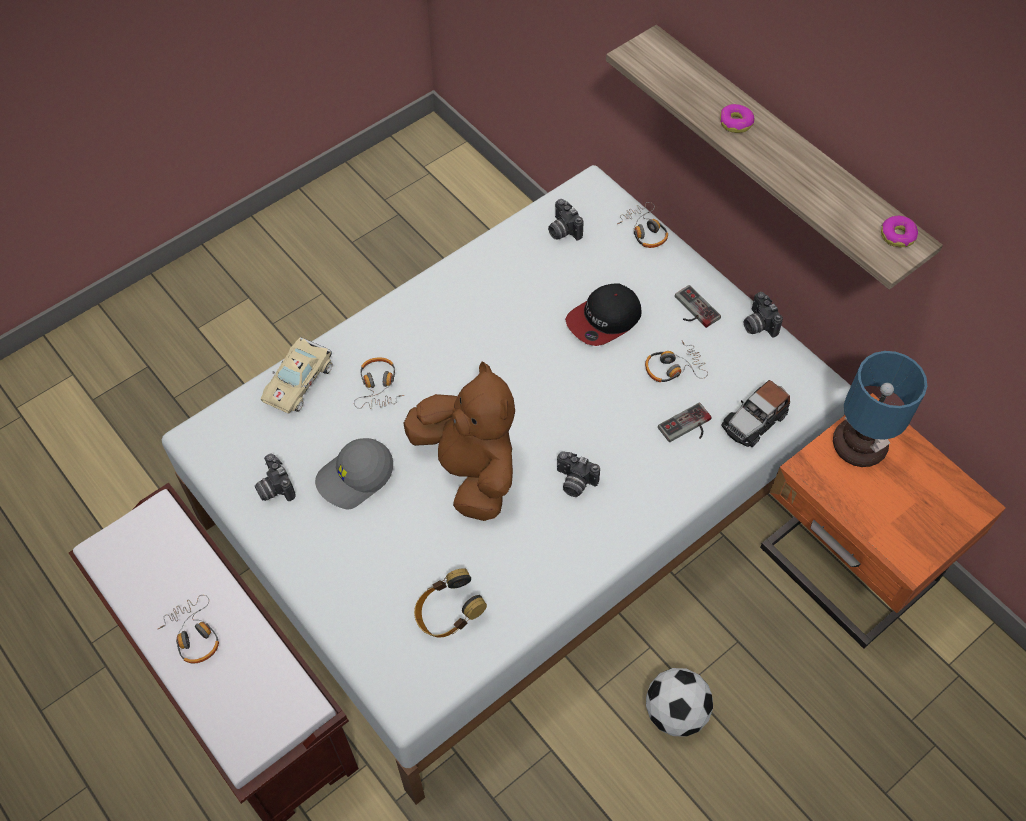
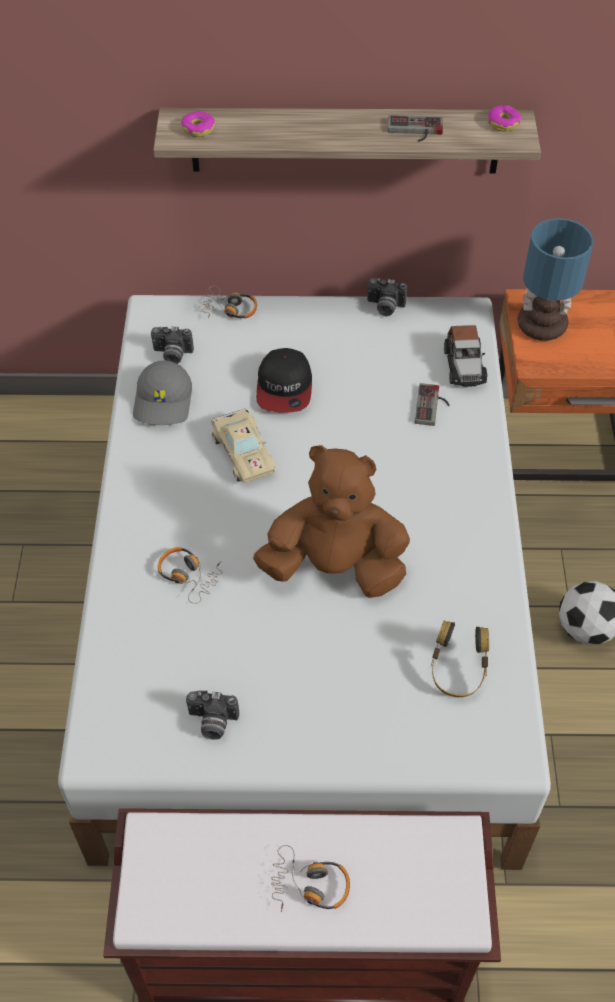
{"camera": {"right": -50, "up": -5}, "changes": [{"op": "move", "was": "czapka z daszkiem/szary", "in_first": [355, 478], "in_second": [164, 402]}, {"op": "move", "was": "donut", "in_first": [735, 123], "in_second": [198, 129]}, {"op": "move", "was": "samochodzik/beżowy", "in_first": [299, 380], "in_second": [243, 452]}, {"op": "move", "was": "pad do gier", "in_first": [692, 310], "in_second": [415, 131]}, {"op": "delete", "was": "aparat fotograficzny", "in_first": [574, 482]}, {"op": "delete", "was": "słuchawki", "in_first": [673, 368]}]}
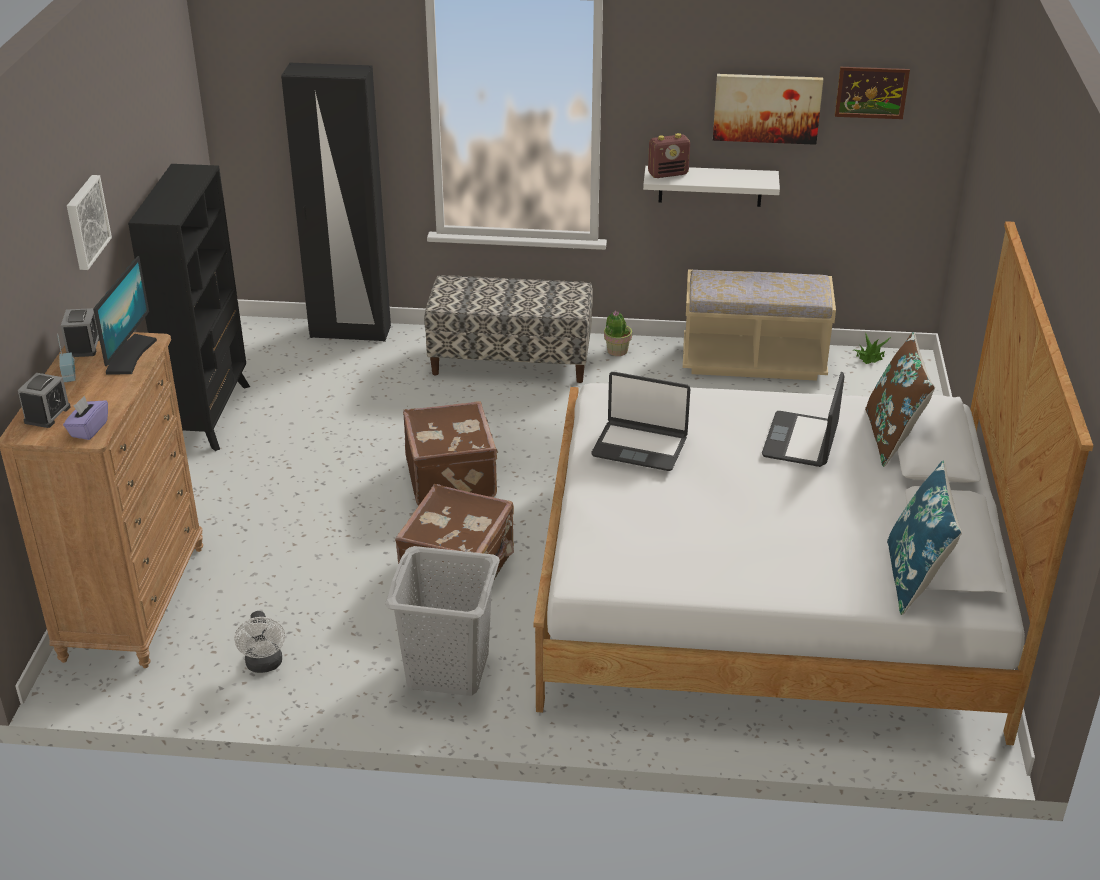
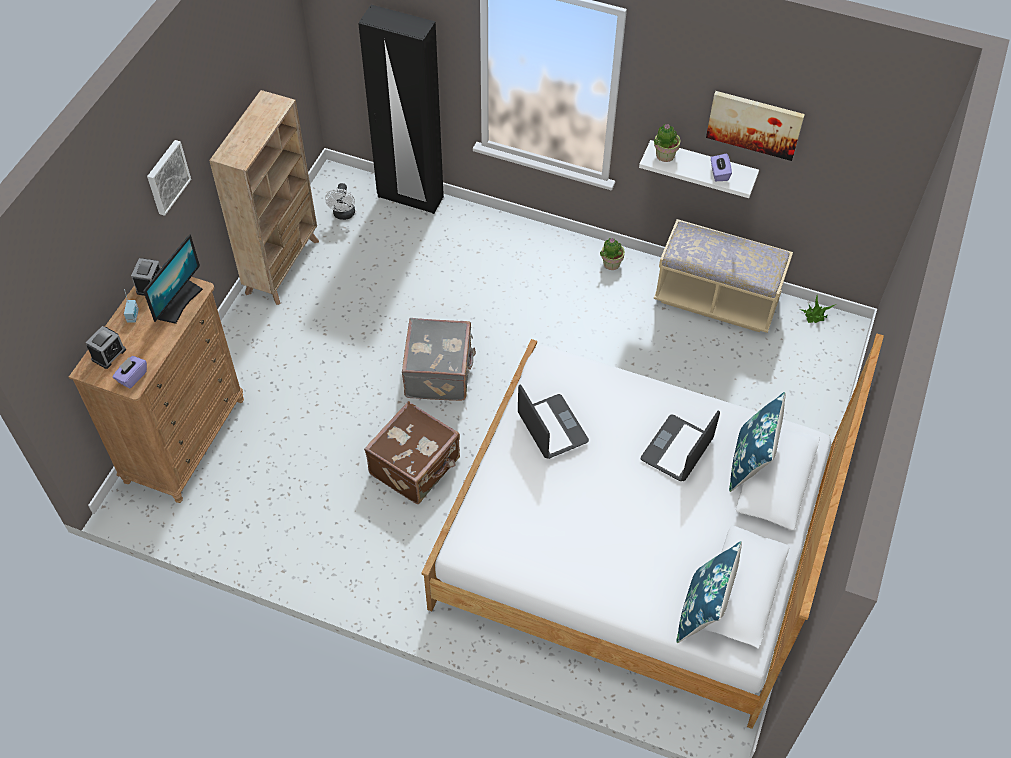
{"camera": {"right": 15, "up": 20}, "changes": [{"op": "recolor", "was": "regał/czarny", "now": "regał/beżowy", "in_first": [211, 415], "in_second": [283, 266]}, {"op": "move", "was": "wentylator/biały", "in_first": [264, 665], "in_second": [343, 215]}, {"op": "recolor", "was": "walizka/brązowy", "now": "walizka/szary", "in_first": [452, 478], "in_second": [440, 373]}, {"op": "rotate", "was": "laptop", "in_first": [639, 446], "in_second": [551, 428], "clockwise": -150}, {"op": "replace", "was": "radio", "now": "roślina doniczkowa", "in_first": [668, 174], "in_second": [664, 155]}, {"op": "insert", "now": "pudełko chusteczek/fioletowy", "in_second": [719, 173]}, {"op": "recolor", "was": "poduszka/brązowy", "now": "poduszka/niebieski", "in_first": [892, 437], "in_second": [750, 461]}, {"op": "delete", "was": "kosz na pranie/szary", "in_first": [448, 670]}, {"op": "delete", "was": "ławka", "in_first": [511, 361]}, {"op": "delete", "was": "obraz", "in_first": [871, 92]}]}
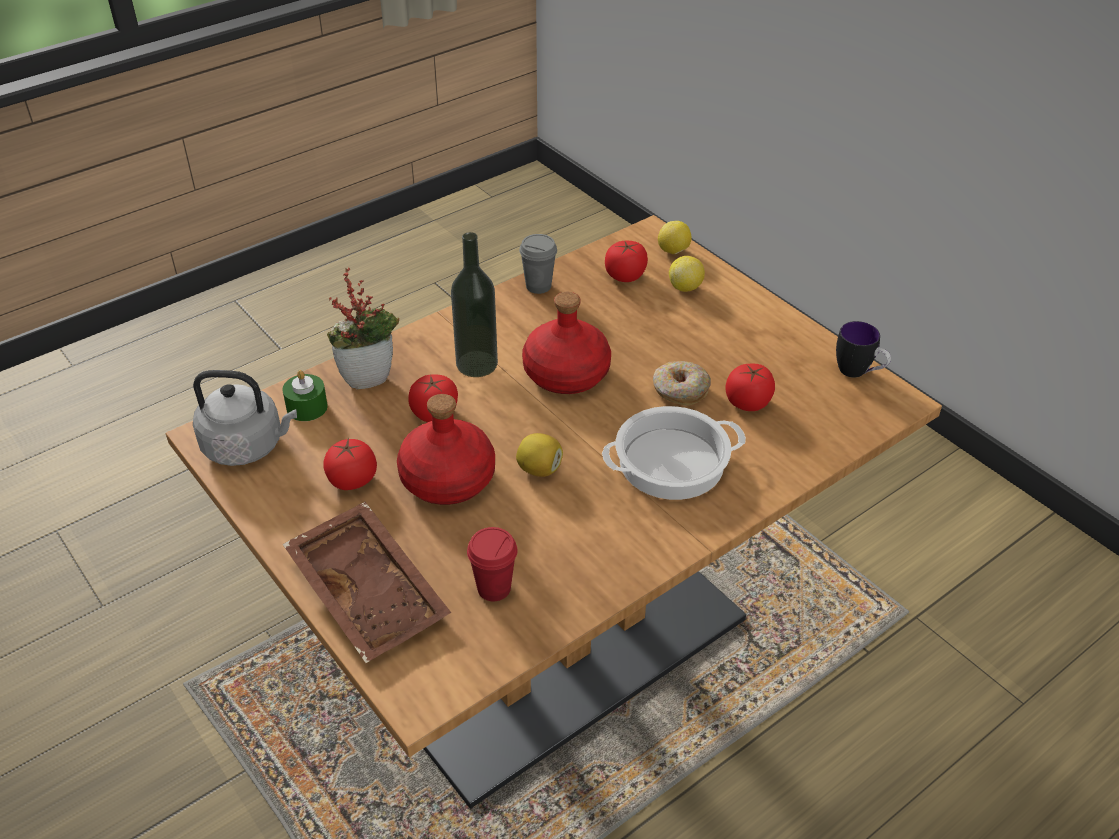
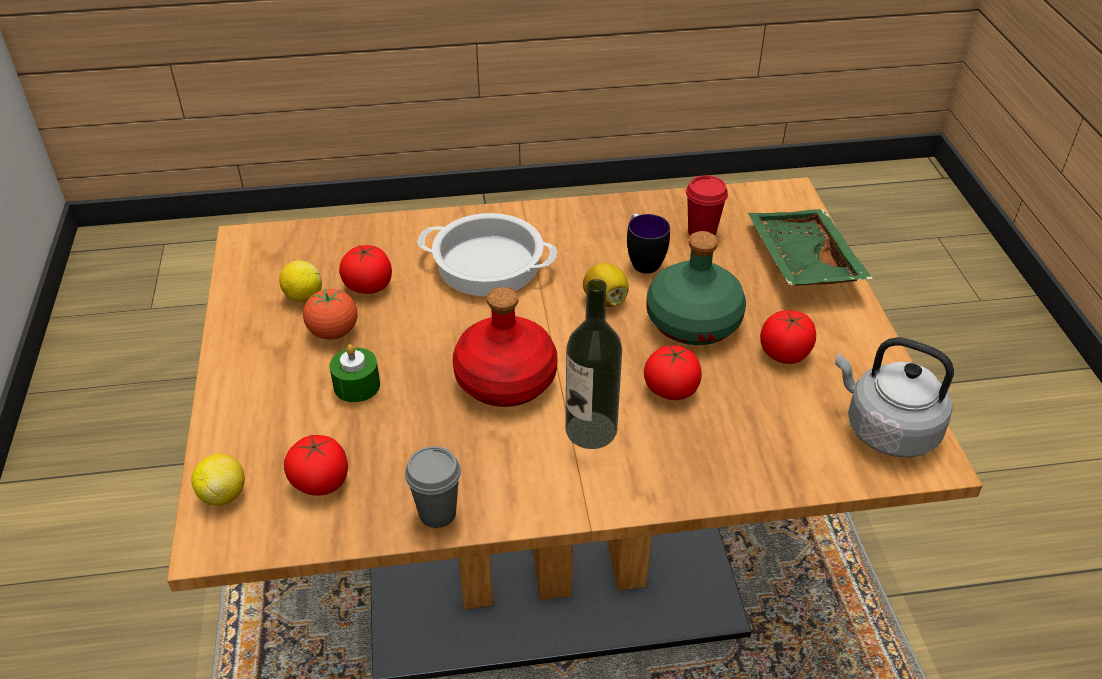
{"camera": {"right": -150, "up": 0}, "changes": [{"op": "move", "was": "cytryna", "in_first": [685, 287], "in_second": [303, 296]}, {"op": "insert", "now": "pomidor", "in_second": [333, 332]}, {"op": "move", "was": "świeca/zielony", "in_first": [307, 407], "in_second": [357, 385]}, {"op": "move", "was": "kubek", "in_first": [858, 373], "in_second": [642, 260]}, {"op": "recolor", "was": "butelka/czerwony", "now": "butelka/zielony", "in_first": [446, 479], "in_second": [694, 322]}, {"op": "recolor", "was": "taca/brązowy", "now": "taca/zielony", "in_first": [371, 592], "in_second": [800, 262]}, {"op": "delete", "was": "roślina doniczkowa", "in_first": [369, 377]}, {"op": "delete", "was": "donut", "in_first": [680, 390]}]}
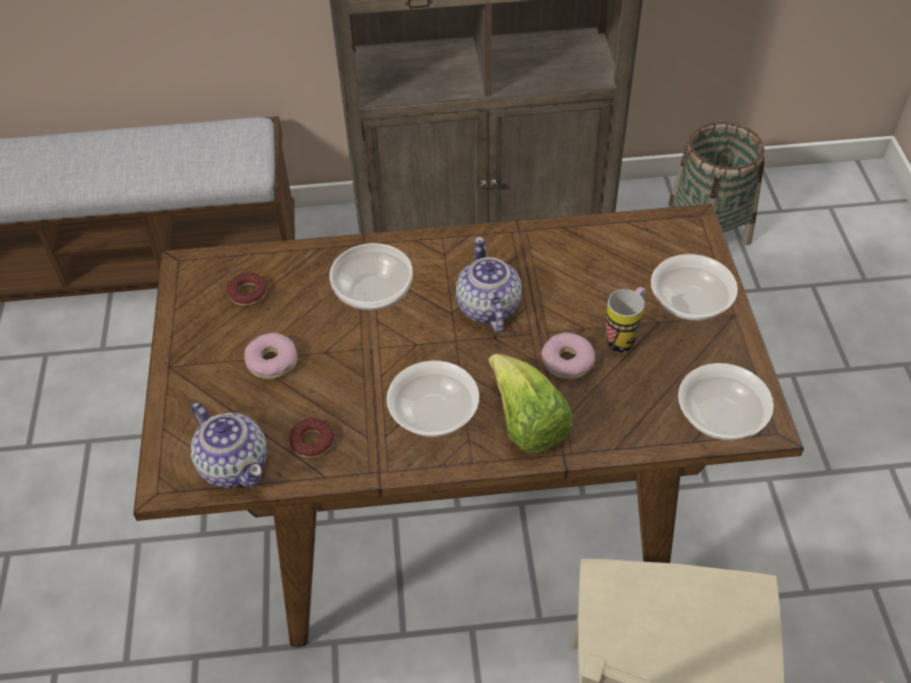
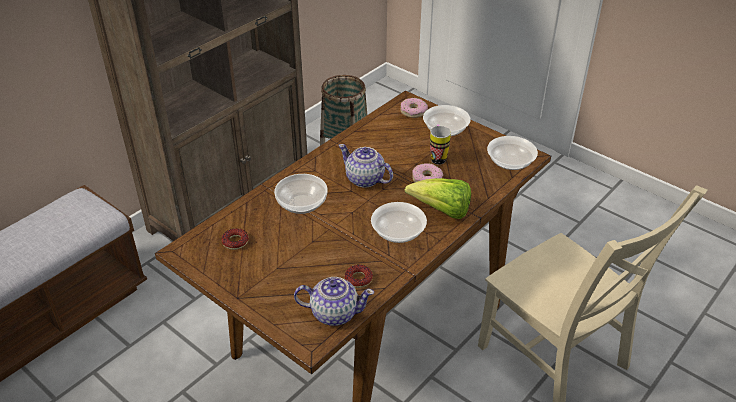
{"camera": {"right": -45, "up": -10}, "changes": [{"op": "move", "was": "donut", "in_first": [272, 361], "in_second": [413, 111]}]}
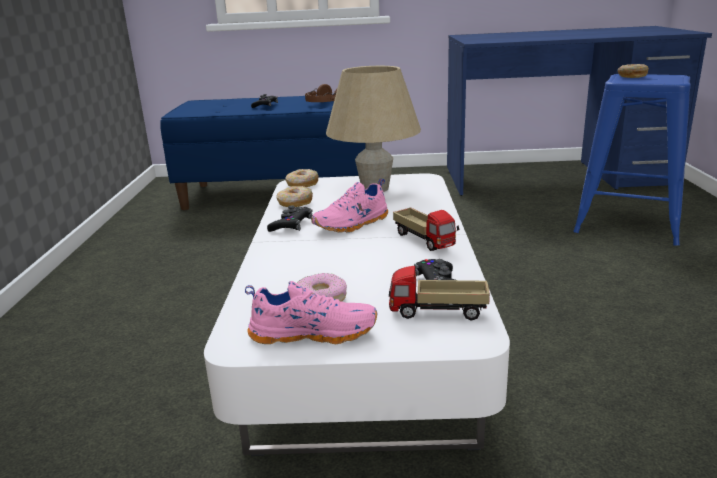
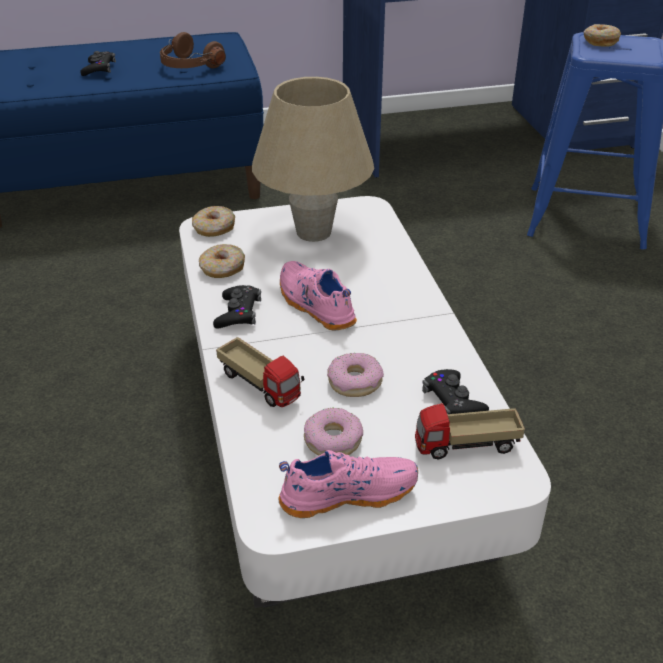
{"camera": {"right": -15, "up": 15}, "changes": [{"op": "move", "was": "ciężarówka zabawkowa", "in_first": [425, 240], "in_second": [261, 385]}, {"op": "rotate", "was": "but/różowy", "in_first": [352, 224], "in_second": [314, 306], "clockwise": 105}, {"op": "insert", "now": "donut", "in_second": [355, 382]}]}
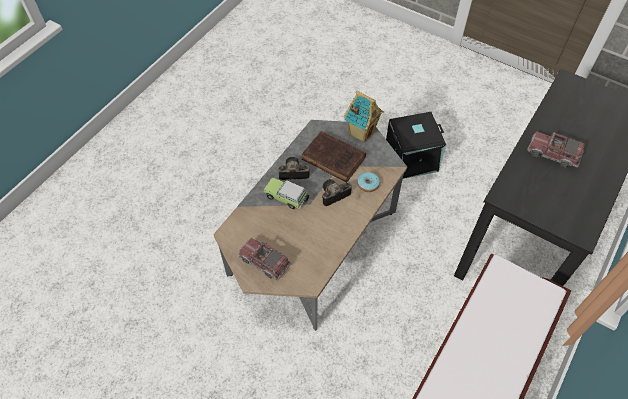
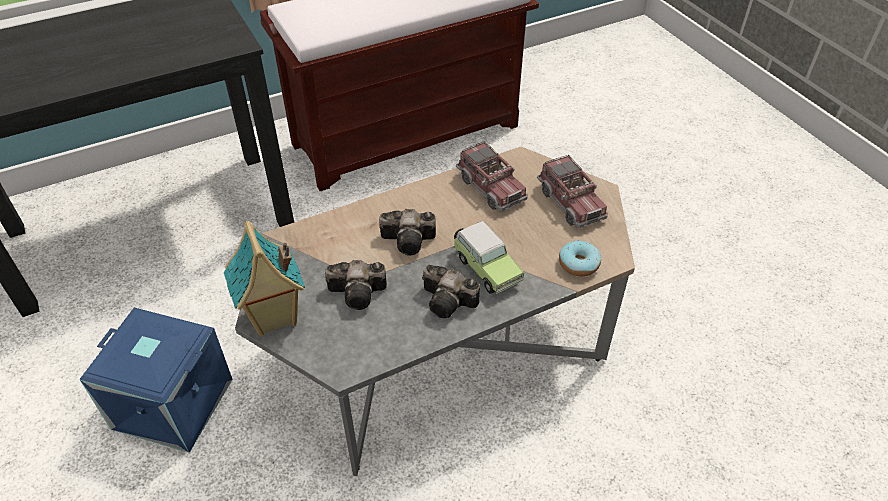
{"camera": {"right": -150, "up": -10}, "changes": [{"op": "recolor", "was": "pojemnik do przechowywania/czarny", "now": "pojemnik do przechowywania/niebieski", "in_first": [411, 158], "in_second": [171, 405]}, {"op": "replace", "was": "książka/brązowy", "now": "aparat fotograficzny", "in_first": [335, 159], "in_second": [360, 293]}, {"op": "move", "was": "ciężarówka zabawkowa", "in_first": [553, 154], "in_second": [491, 187]}, {"op": "move", "was": "donut", "in_first": [368, 184], "in_second": [578, 264]}]}
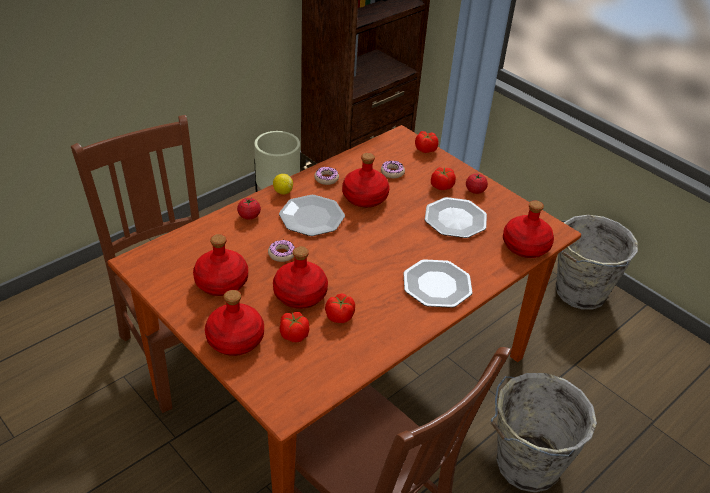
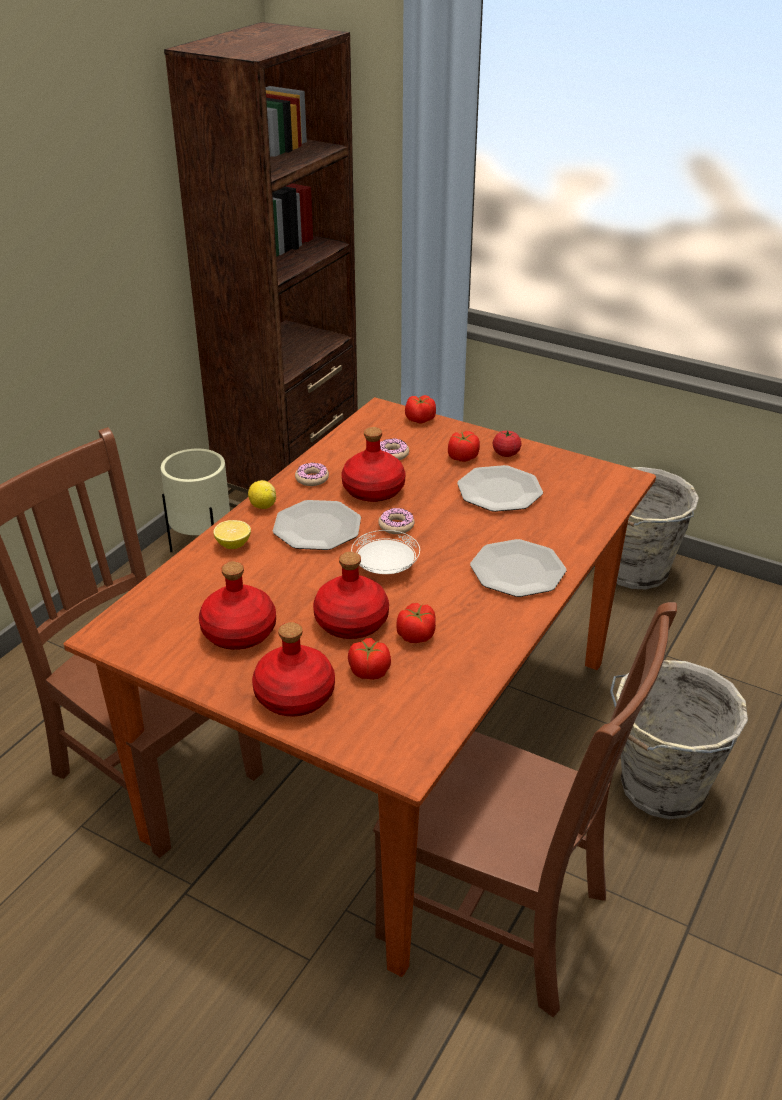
{"camera": {"right": -15, "up": -5}, "changes": [{"op": "replace", "was": "pomidor", "now": "cytryna", "in_first": [249, 216], "in_second": [233, 544]}, {"op": "insert", "now": "talerz/biały", "in_second": [386, 568]}, {"op": "move", "was": "donut", "in_first": [281, 254], "in_second": [396, 526]}, {"op": "delete", "was": "butelka/czerwony", "in_first": [526, 246]}]}
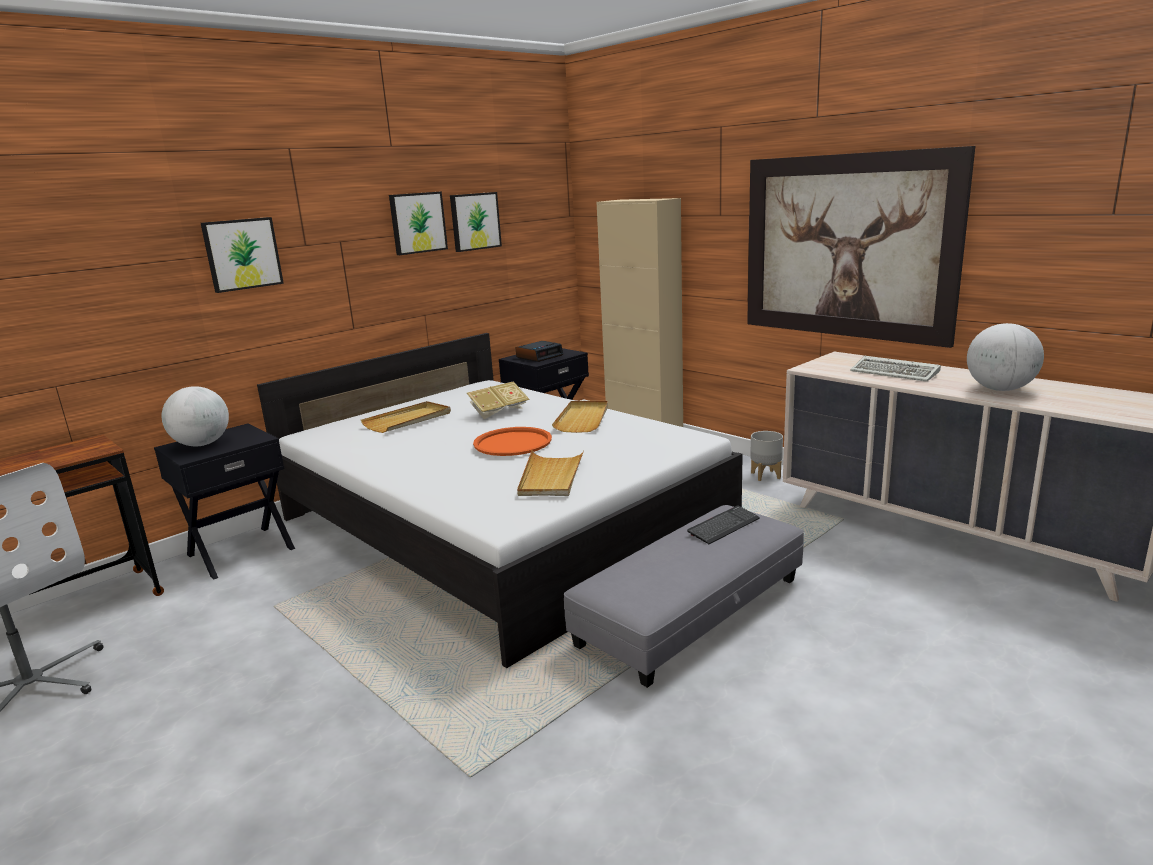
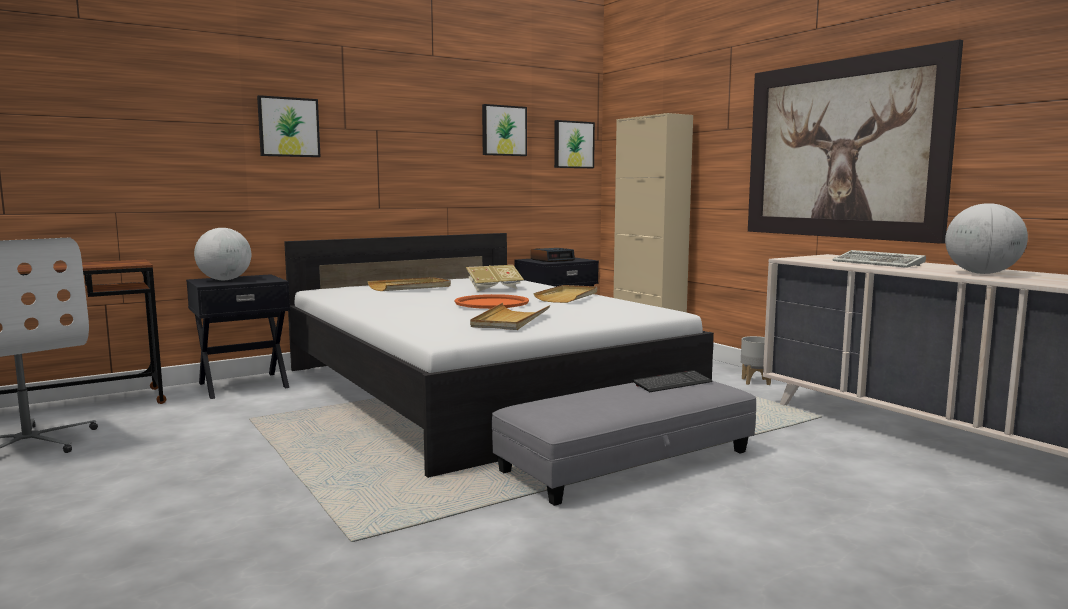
{"camera": {"right": 10, "up": -10}, "changes": [{"op": "move", "was": "obraz", "in_first": [417, 223], "in_second": [573, 144]}]}
